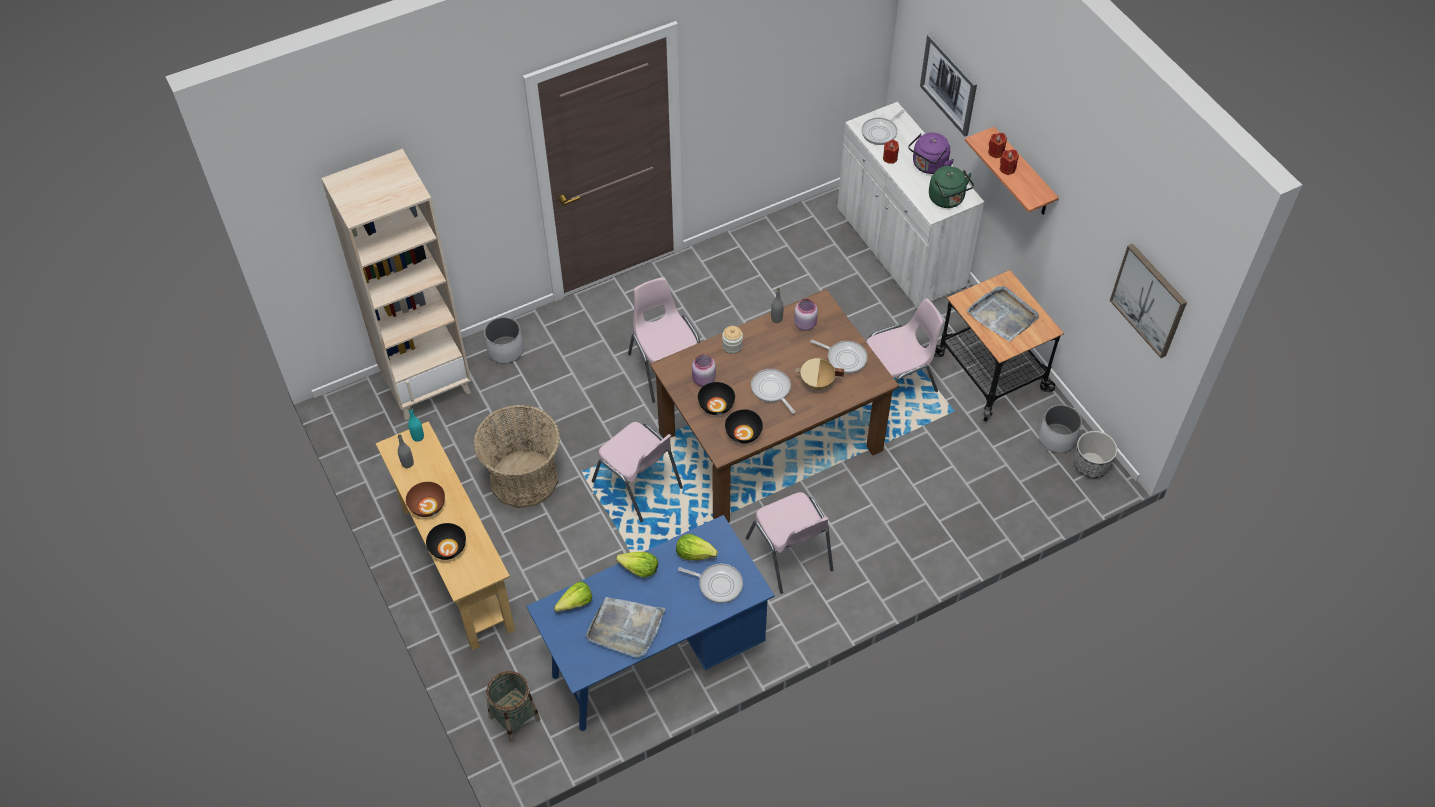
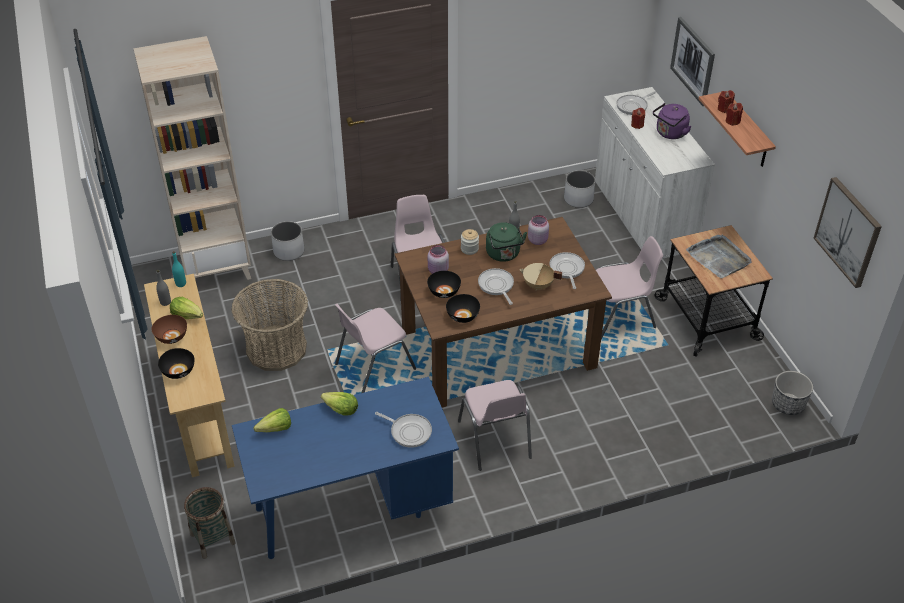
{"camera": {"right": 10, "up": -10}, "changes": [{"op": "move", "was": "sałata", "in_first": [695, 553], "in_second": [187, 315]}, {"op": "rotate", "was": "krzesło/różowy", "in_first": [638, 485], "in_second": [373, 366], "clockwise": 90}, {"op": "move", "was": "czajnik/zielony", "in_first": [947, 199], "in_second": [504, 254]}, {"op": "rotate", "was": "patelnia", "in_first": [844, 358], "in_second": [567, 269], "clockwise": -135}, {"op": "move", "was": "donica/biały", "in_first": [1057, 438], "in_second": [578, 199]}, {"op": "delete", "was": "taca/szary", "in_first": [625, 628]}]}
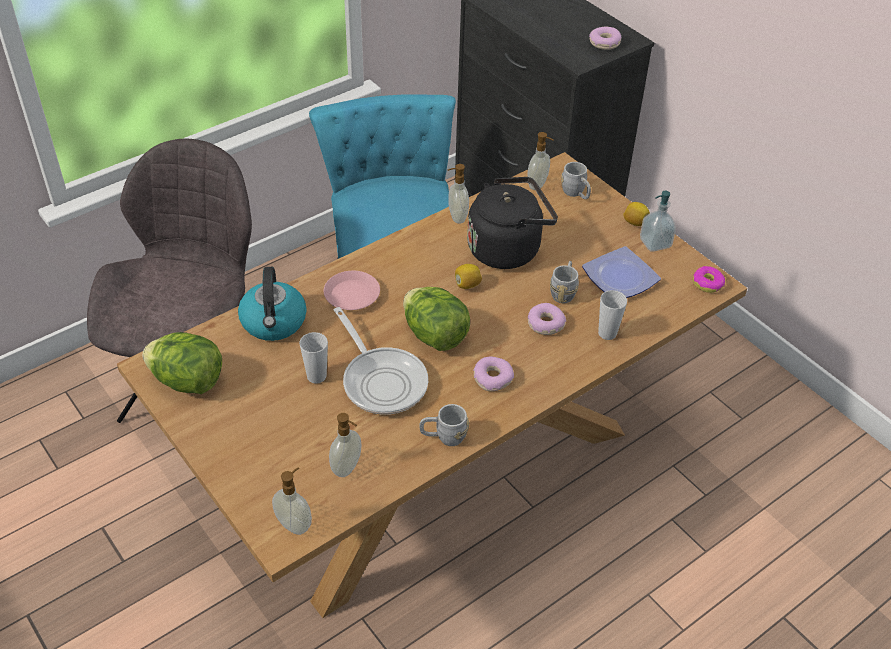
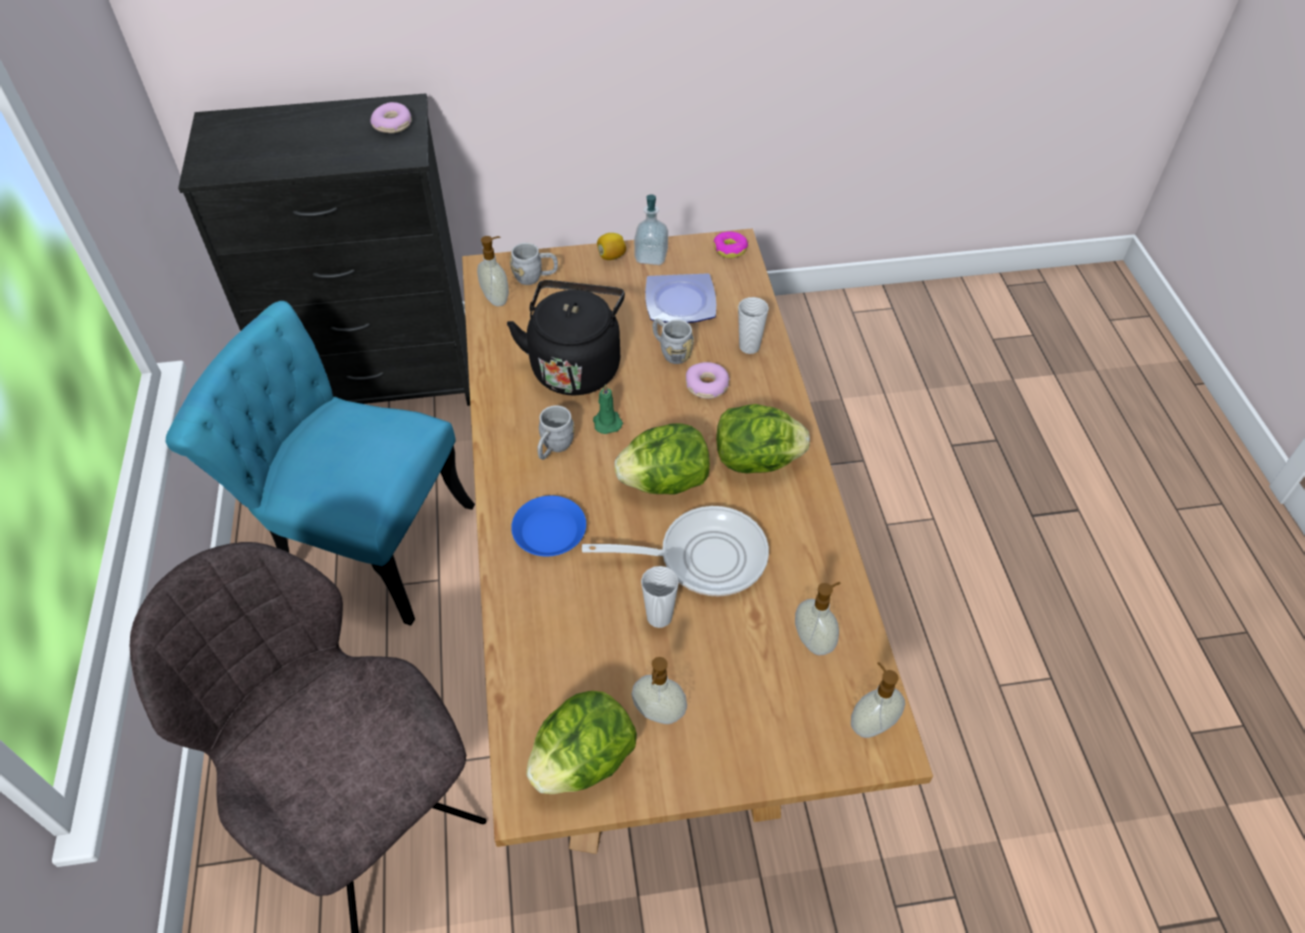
{"camera": {"right": -60, "up": 5}, "changes": [{"op": "recolor", "was": "talerz/różowy", "now": "talerz/niebieski", "in_first": [351, 295], "in_second": [549, 531]}, {"op": "move", "was": "kubek/szary", "in_first": [443, 437], "in_second": [554, 448]}, {"op": "replace", "was": "cytryna", "now": "świeca/zielony", "in_first": [467, 285], "in_second": [606, 422]}, {"op": "move", "was": "dozownik mydła", "in_first": [457, 217], "in_second": [658, 715]}, {"op": "replace", "was": "donut", "now": "sałata", "in_first": [492, 378], "in_second": [756, 460]}, {"op": "delete", "was": "czajnik", "in_first": [274, 322]}]}
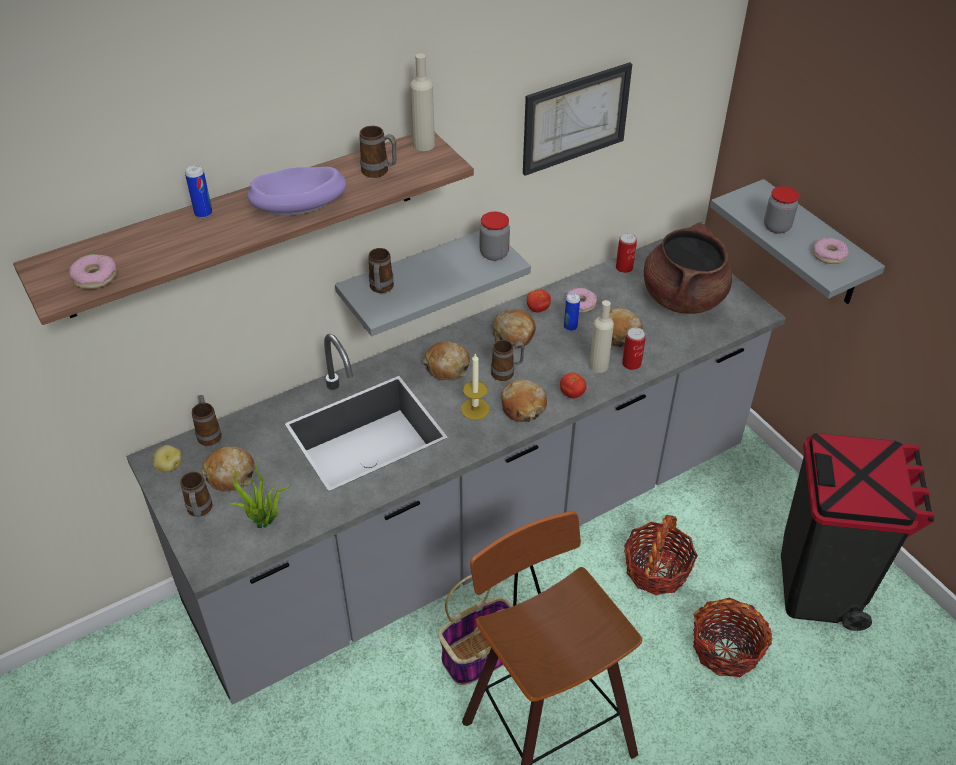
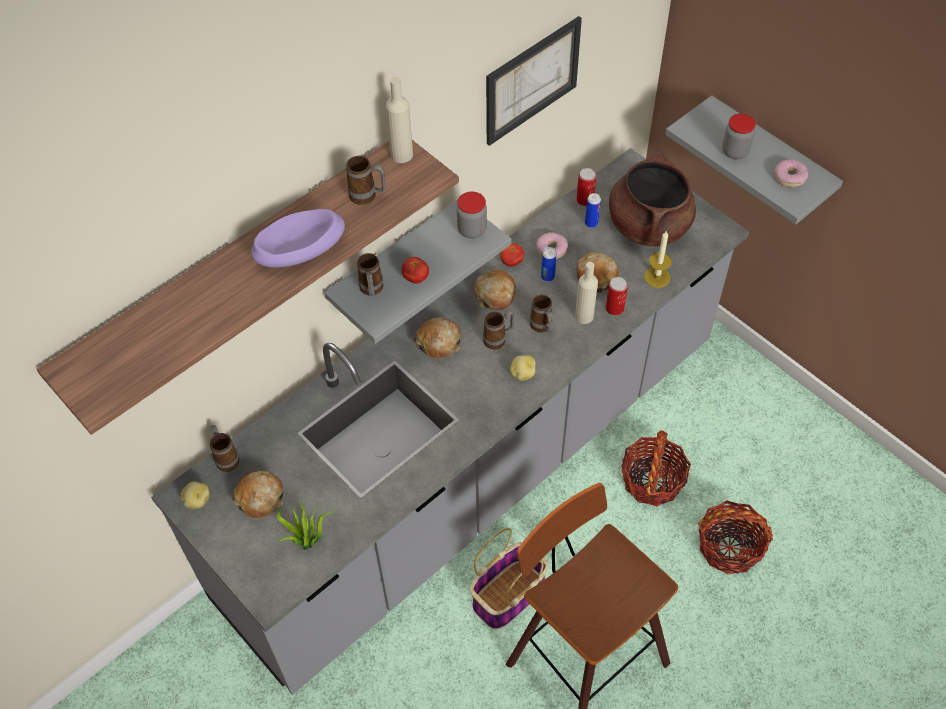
{"camera": {"right": -10, "up": 10}, "changes": [{"op": "move", "was": "pomidor", "in_first": [572, 394], "in_second": [416, 278]}, {"op": "replace", "was": "chleb", "now": "ziemniak", "in_first": [523, 406], "in_second": [522, 374]}, {"op": "move", "was": "kubek", "in_first": [199, 511], "in_second": [542, 328]}, {"op": "move", "was": "puszka", "in_first": [203, 213], "in_second": [591, 223]}, {"op": "move", "was": "świeca", "in_first": [475, 409], "in_second": [657, 277]}, {"op": "delete", "was": "donut", "in_first": [95, 277]}, {"op": "delete", "was": "kosz na śmieci/czarny", "in_first": [820, 585]}]}
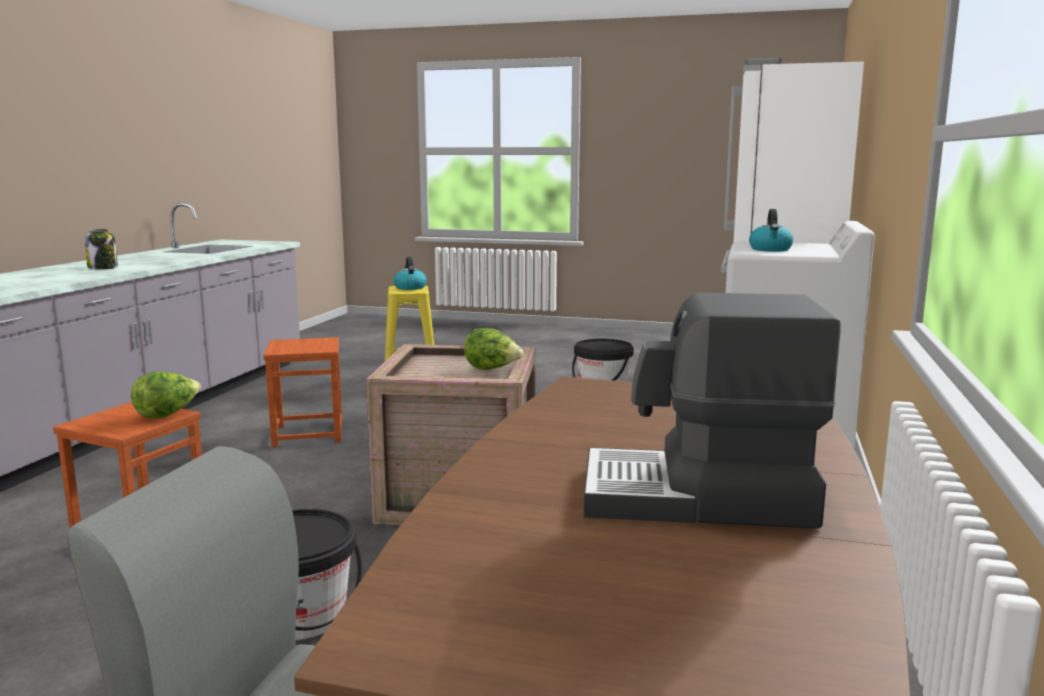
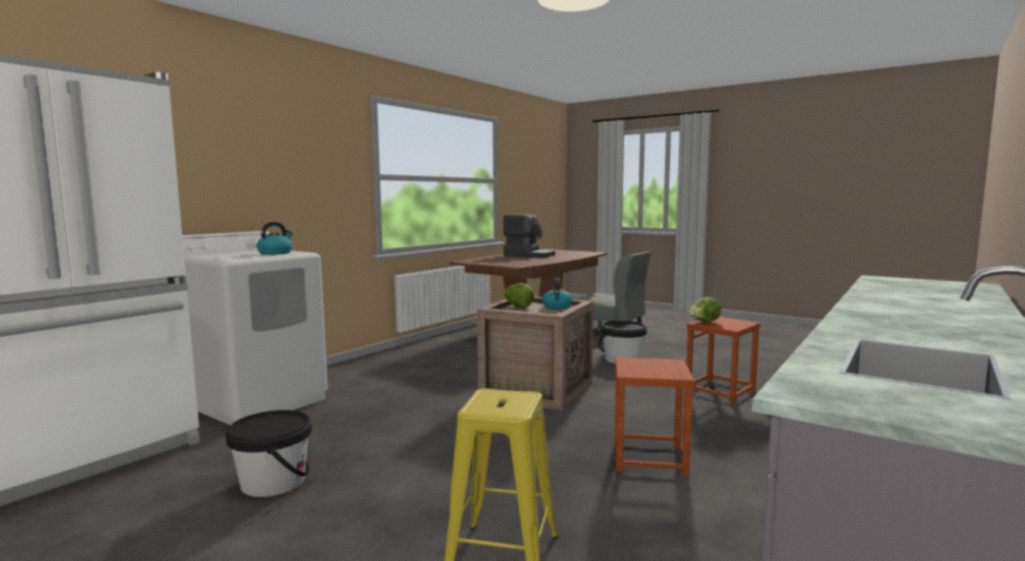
{"camera": {"right": -160, "up": -5}, "changes": [{"op": "move", "was": "czajnik", "in_first": [410, 287], "in_second": [557, 307]}, {"op": "delete", "was": "słoik", "in_first": [103, 268]}]}
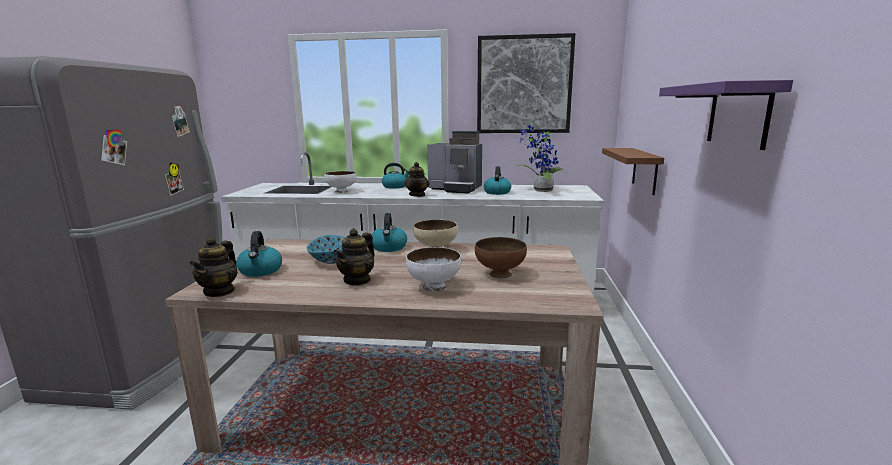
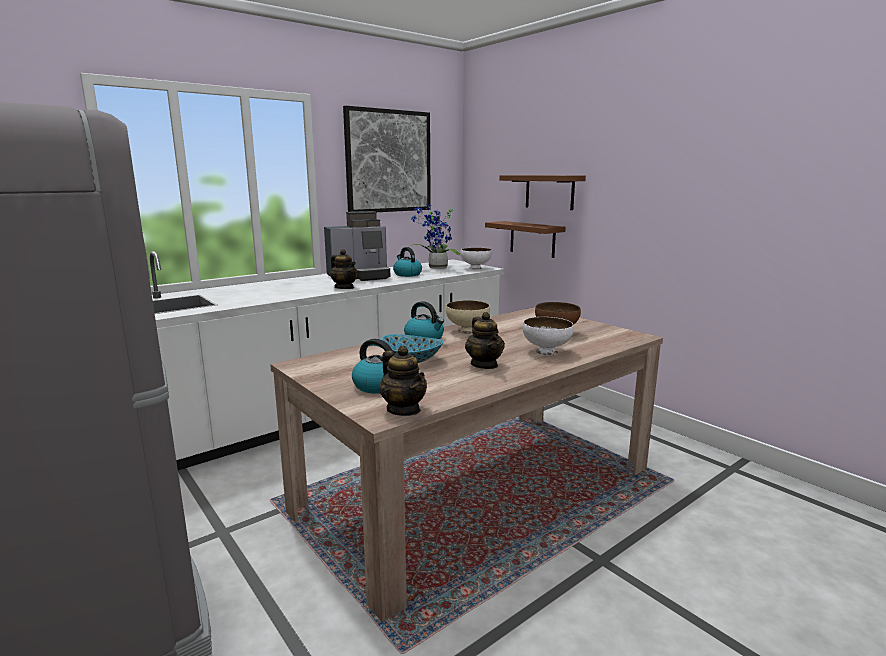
{"camera": {"right": -45, "up": 0}, "changes": [{"op": "move", "was": "miska/biały", "in_first": [341, 191], "in_second": [475, 268]}, {"op": "insert", "now": "półka/brązowy", "in_second": [549, 192]}, {"op": "delete", "was": "czajnik", "in_first": [395, 186]}, {"op": "delete", "was": "półka/fioletowy", "in_first": [738, 115]}]}
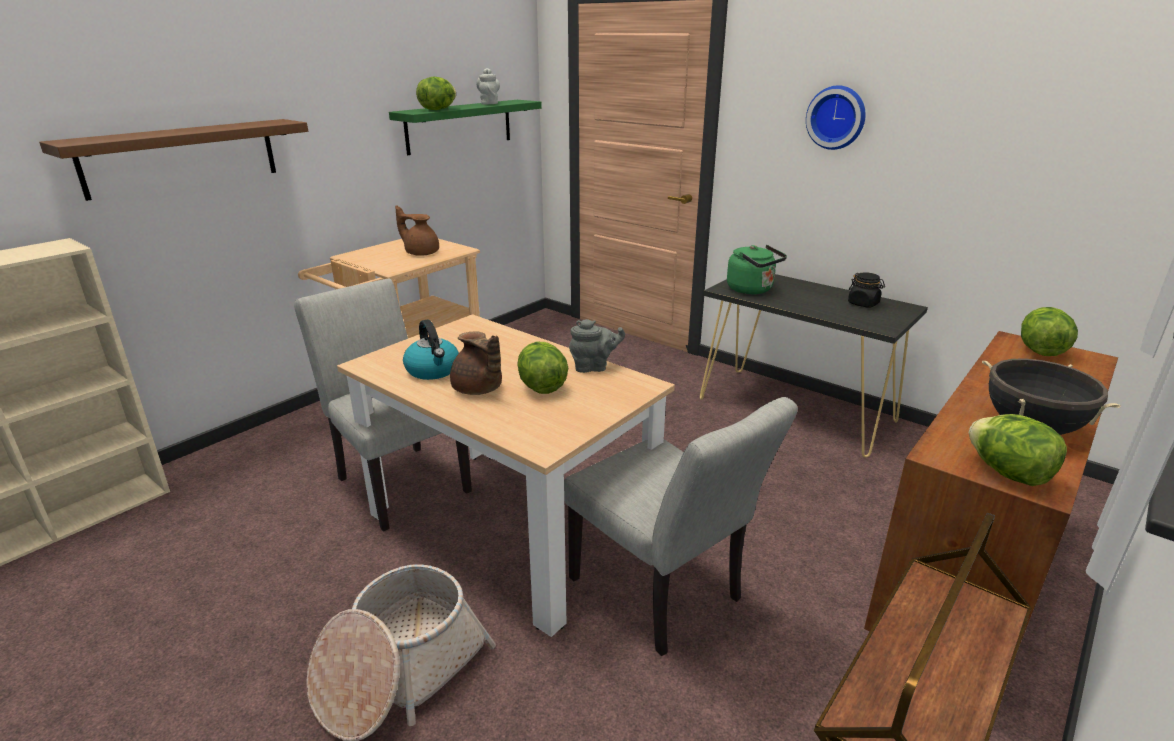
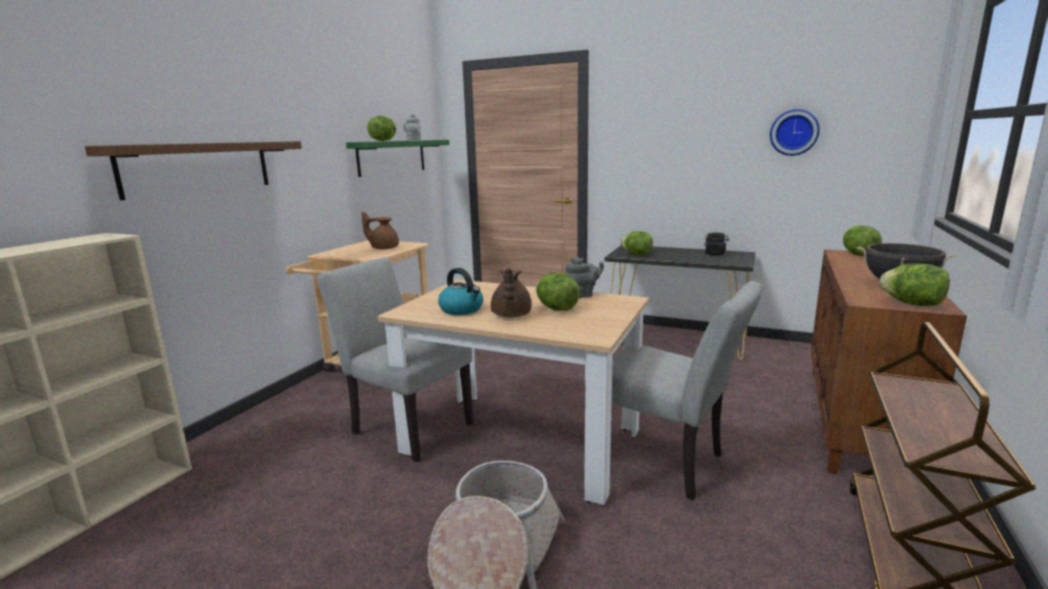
{"camera": {"right": -15, "up": -10}, "changes": [{"op": "rotate", "was": "imbryk/brązowy", "in_first": [478, 390], "in_second": [510, 315], "clockwise": 60}, {"op": "replace", "was": "czajnik/zielony", "now": "sałata", "in_first": [752, 290], "in_second": [637, 254]}, {"op": "move", "was": "zegar ścienny", "in_first": [837, 117], "in_second": [794, 132]}]}
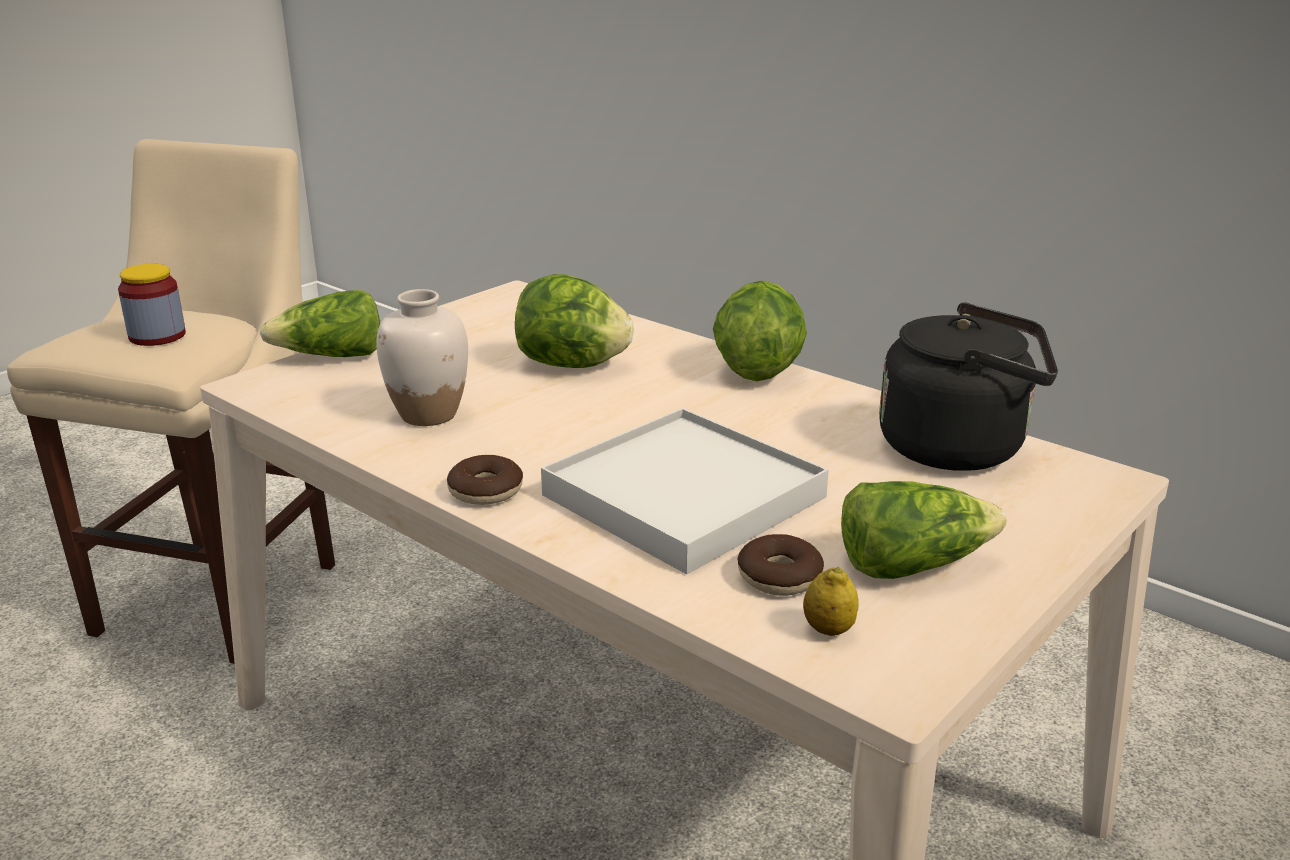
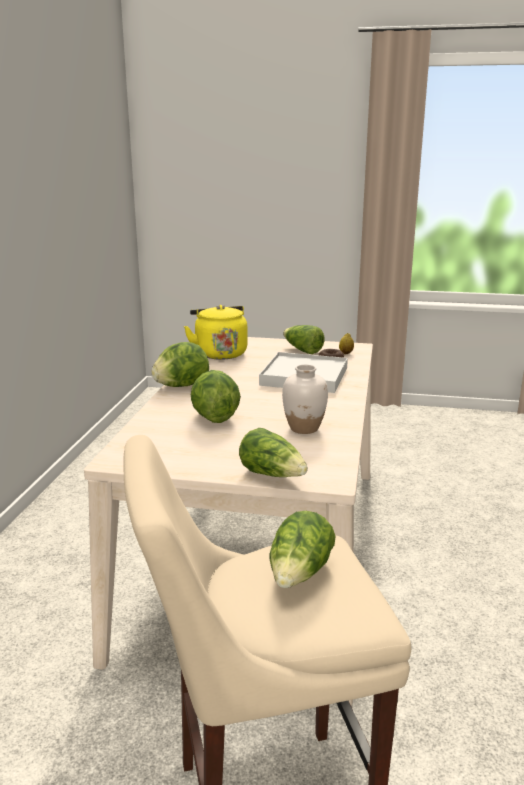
{"camera": {"right": -120, "up": -5}, "changes": [{"op": "recolor", "was": "czajnik/czarny", "now": "czajnik/żółty", "in_first": [960, 448], "in_second": [219, 353]}, {"op": "replace", "was": "słoik", "now": "sałata", "in_first": [157, 336], "in_second": [300, 573]}, {"op": "delete", "was": "donut", "in_first": [486, 491]}]}
